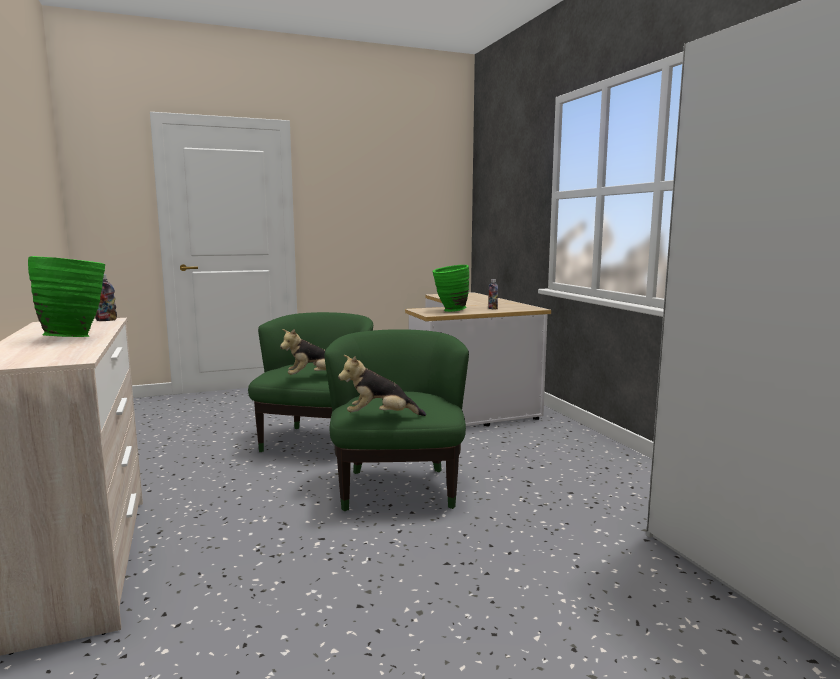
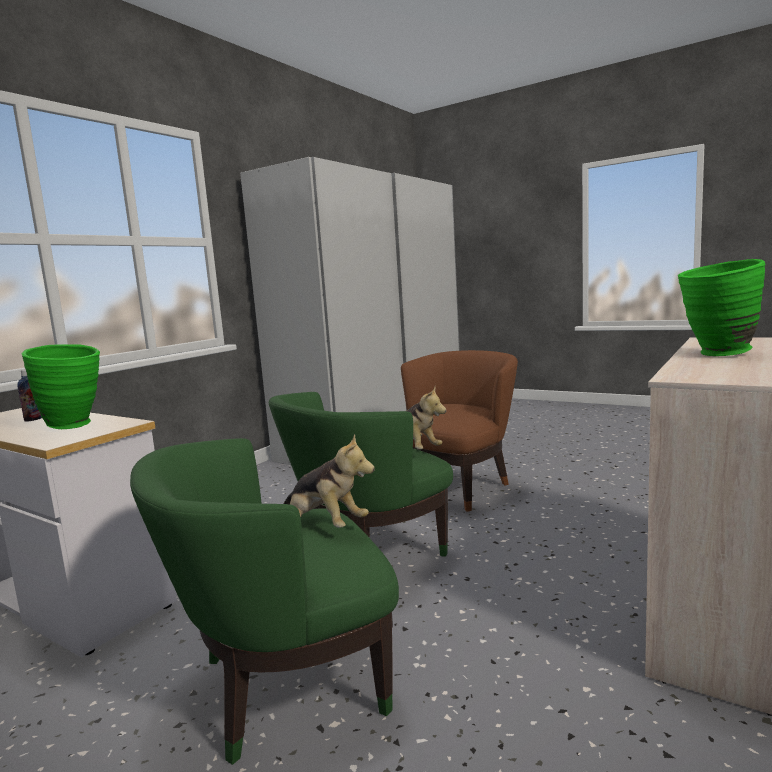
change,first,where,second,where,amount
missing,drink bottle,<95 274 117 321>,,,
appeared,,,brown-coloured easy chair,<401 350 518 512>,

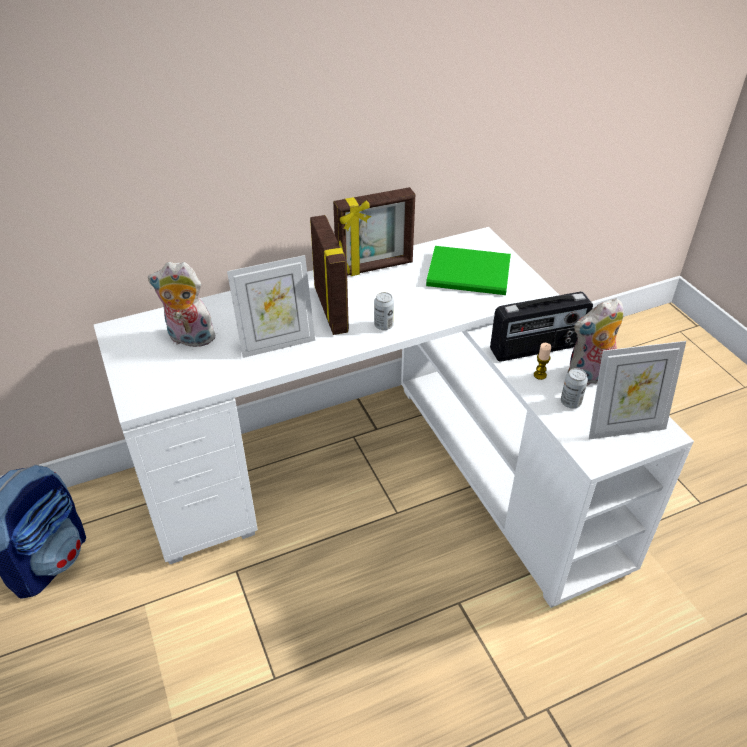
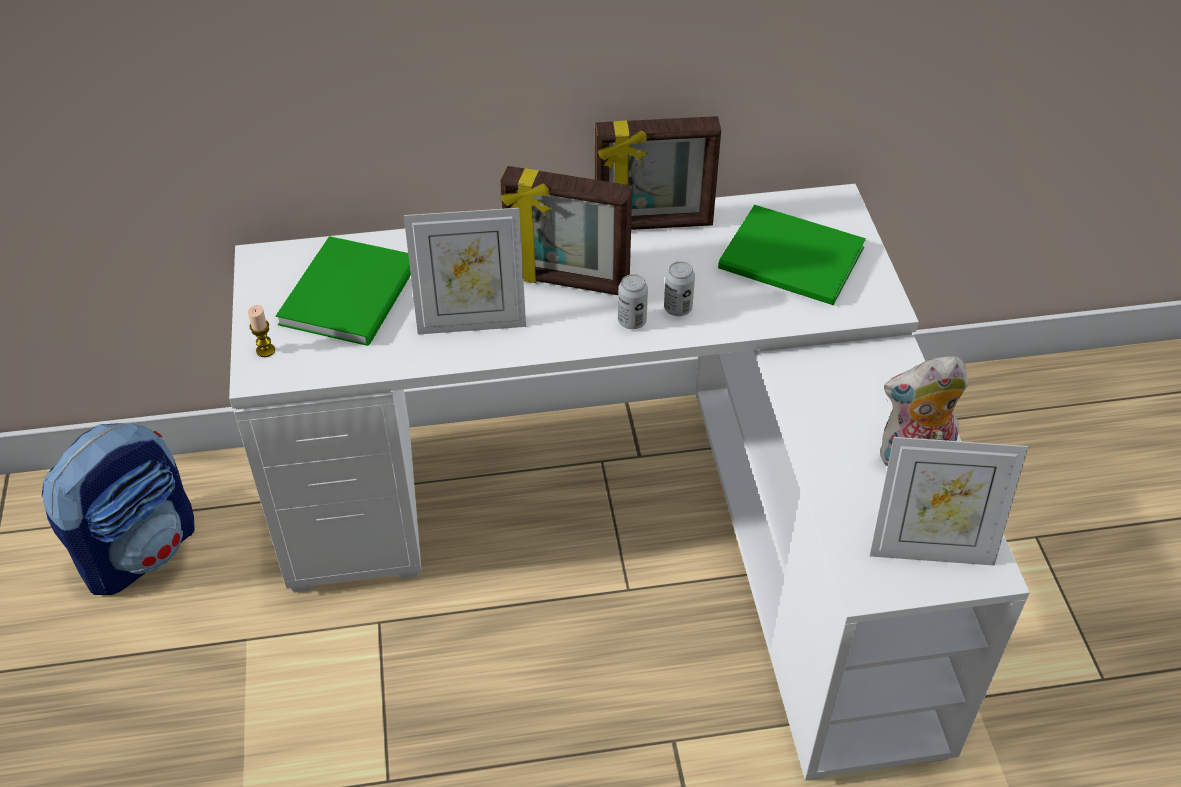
change,first,where,second,where,amount
spun,picture frame,<310 215 350 335>,,<500 166 632 295>,105 degrees clockwise
exchanged,cuddly toy,<148 262 215 347>,greenish bound book,<276 236 411 346>,
missing,radio receiver,<490 292 593 361>,,,
relocated,candle,<534 343 551 380>,,<248 305 275 357>,
relocated,sealed can,<561 368 588 408>,,<664 261 695 316>,

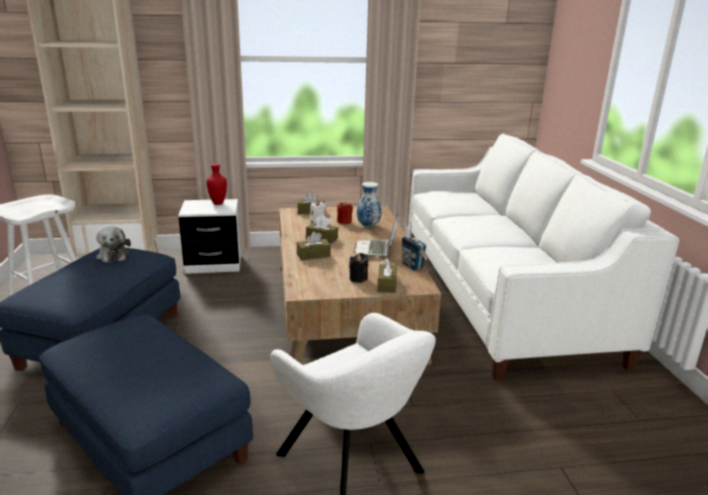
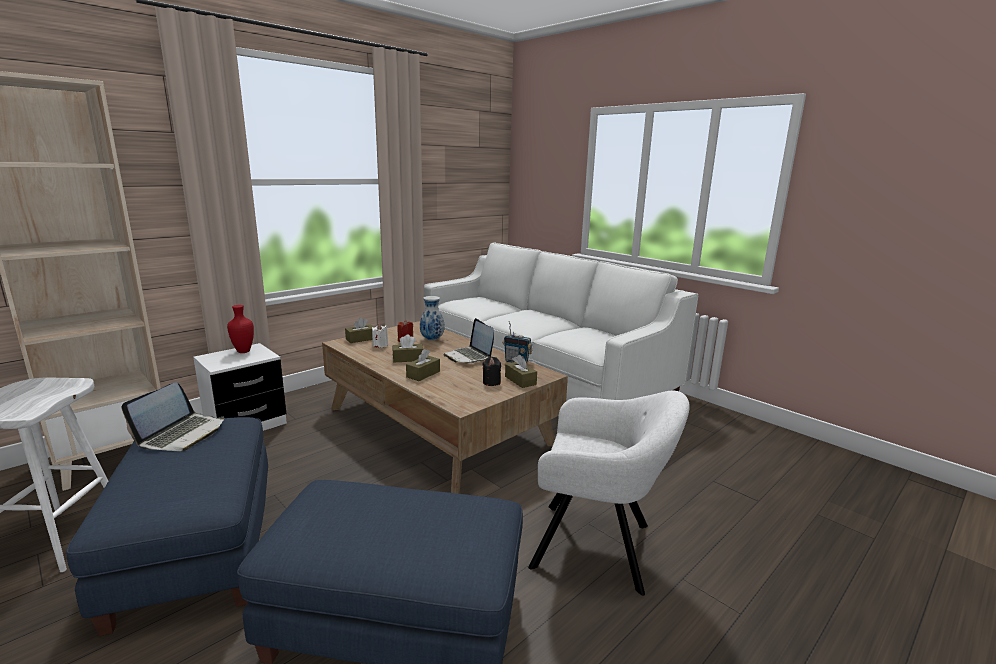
change,first,where,second,where,amount
exchanged,cuddly toy,<96 227 131 263>,laptop,<121 382 224 451>,

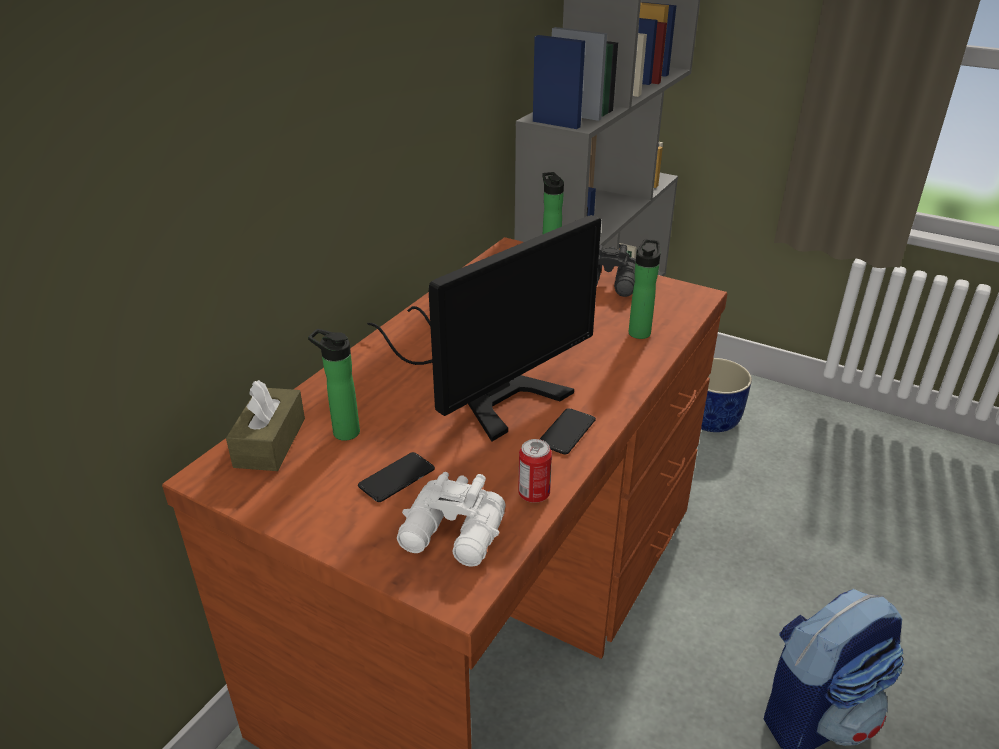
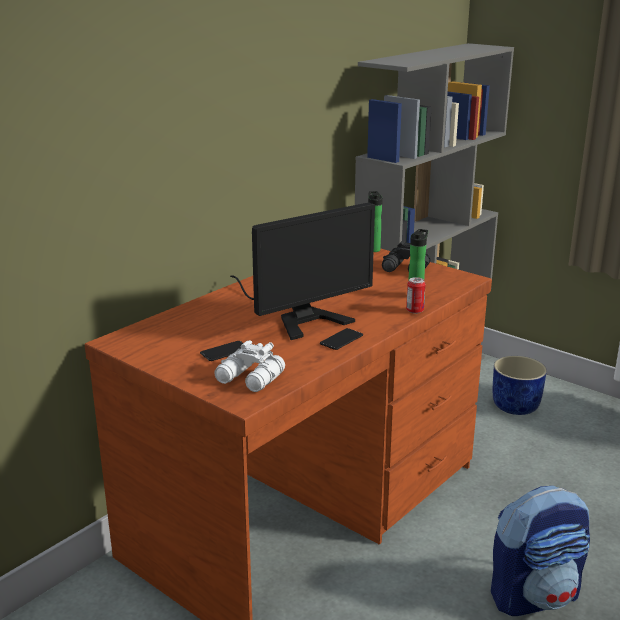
change,first,where,second,where,amount
missing,drink bottle,<308 329 360 441>,,,
missing,brown-coloured box of tissues,<226 380 305 471>,,,
relocated,sealed can,<518 439 552 503>,,<406 277 426 314>,

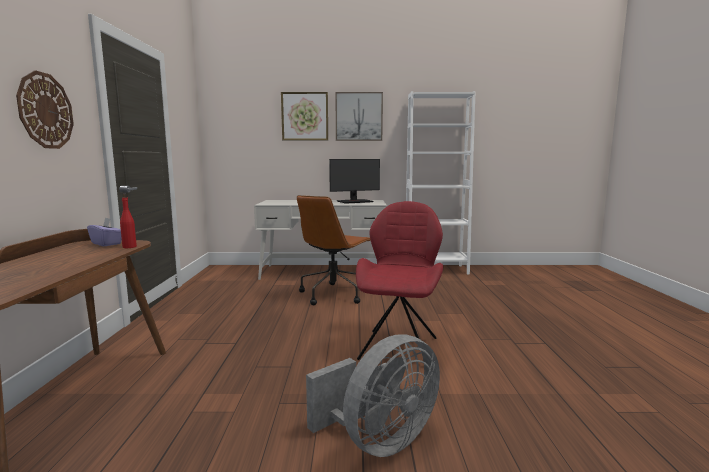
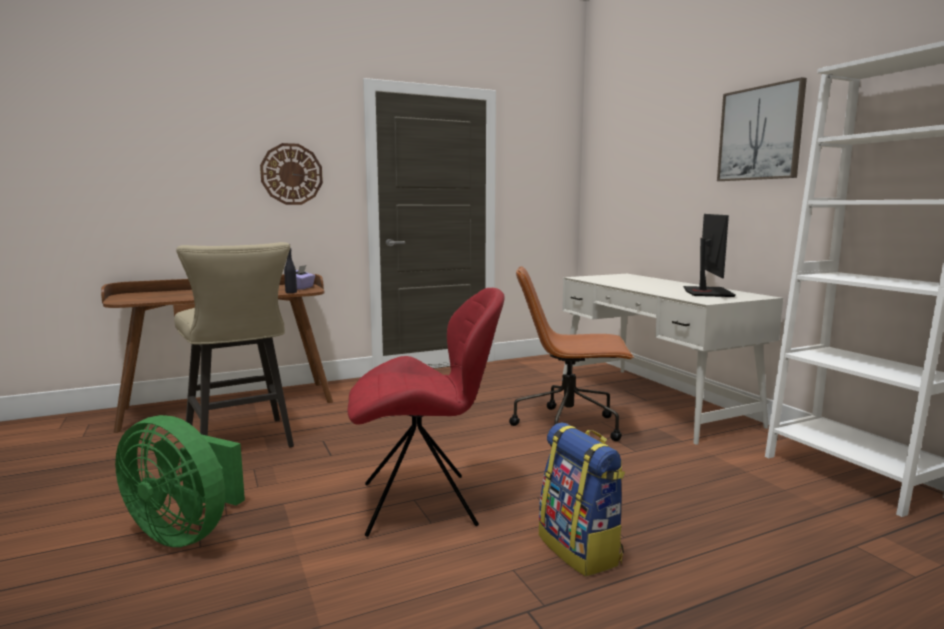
change,first,where,second,where,amount
missing,picture,<281 92 328 140>,,,
spun,computer display,<329 159 380 204>,,<683 214 736 297>,120 degrees counterclockwise
colour,reddish drink bottle,<120 193 137 248>,blackish drink bottle,<284 248 297 293>,
colour,gray cooling fan,<306 334 440 457>,greenish cooling fan,<115 415 245 547>,
appeared,,,sand-coloured sitting stool,<174 242 294 447>,
appeared,,,rucksack,<539 422 625 577>,

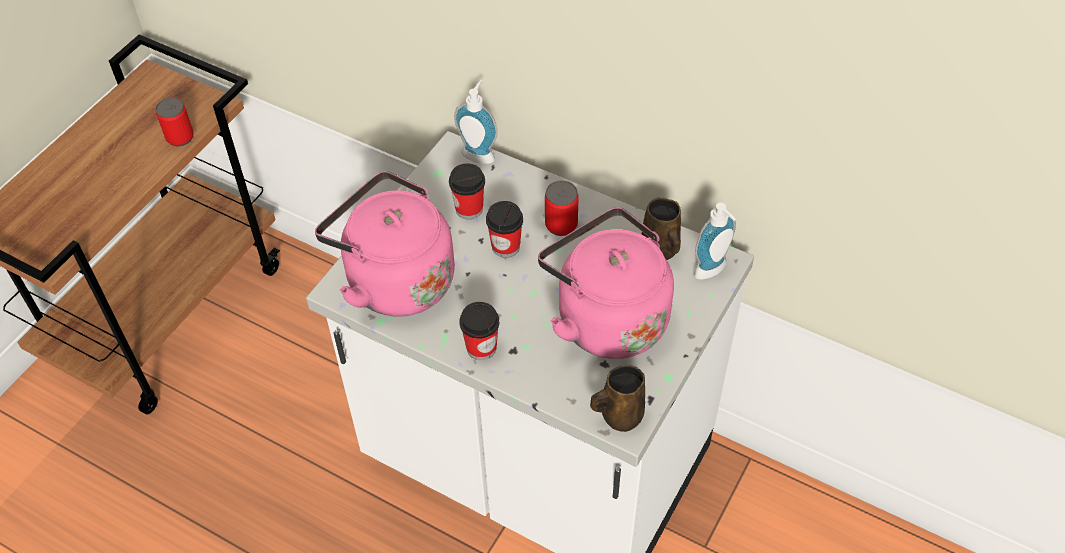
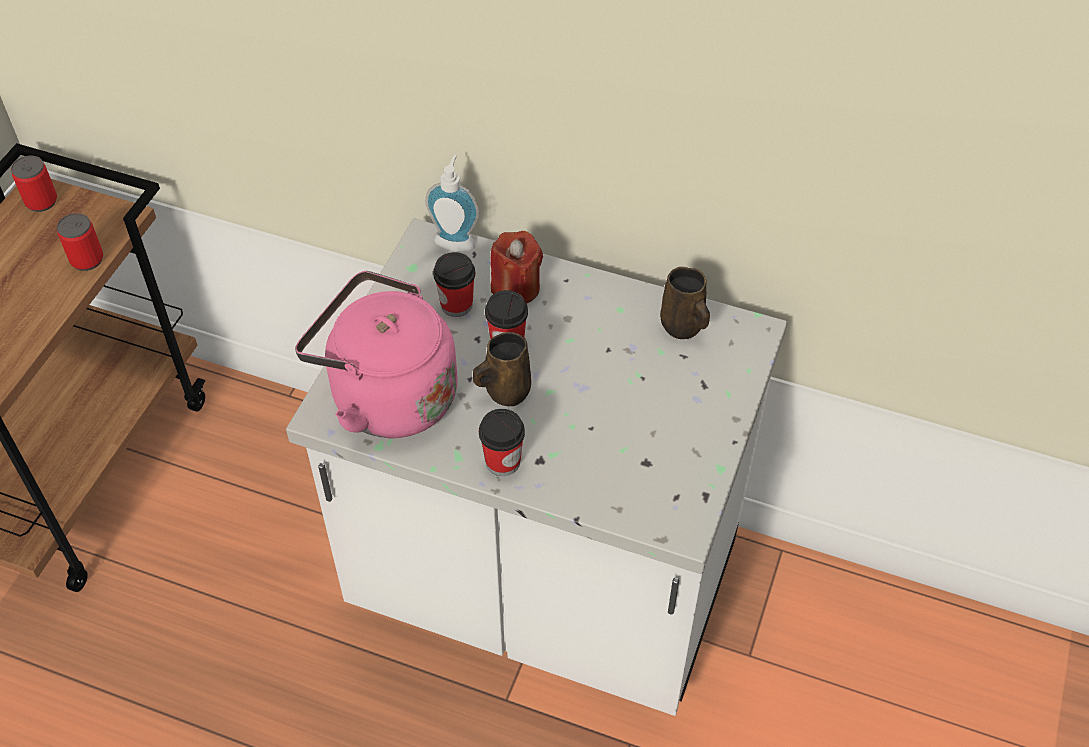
change,first,where,second,where,amount
relocated,sealed can,<545 181 579 236>,,<11 156 57 212>,
missing,soap bottle,<694 203 736 280>,,,
missing,pinkish water kettle,<538 207 674 359>,,,
relocated,brown-coloured tea mug,<590 365 645 432>,,<473 332 531 406>,
appeared,,,reddish candle,<490 231 543 304>,

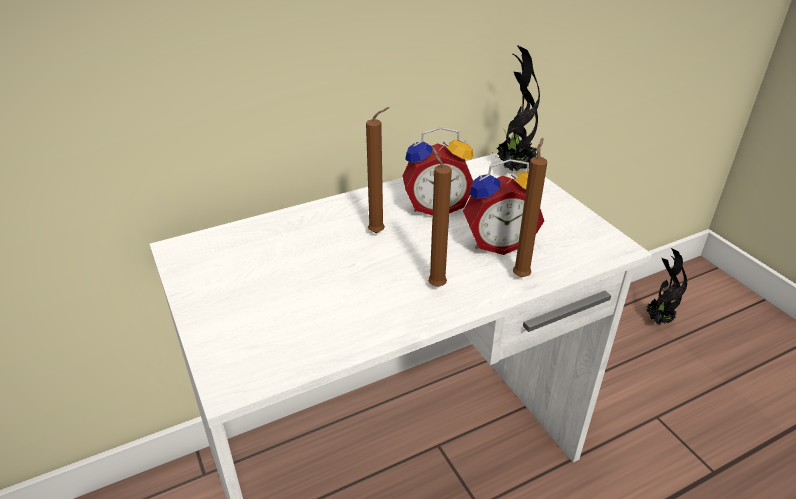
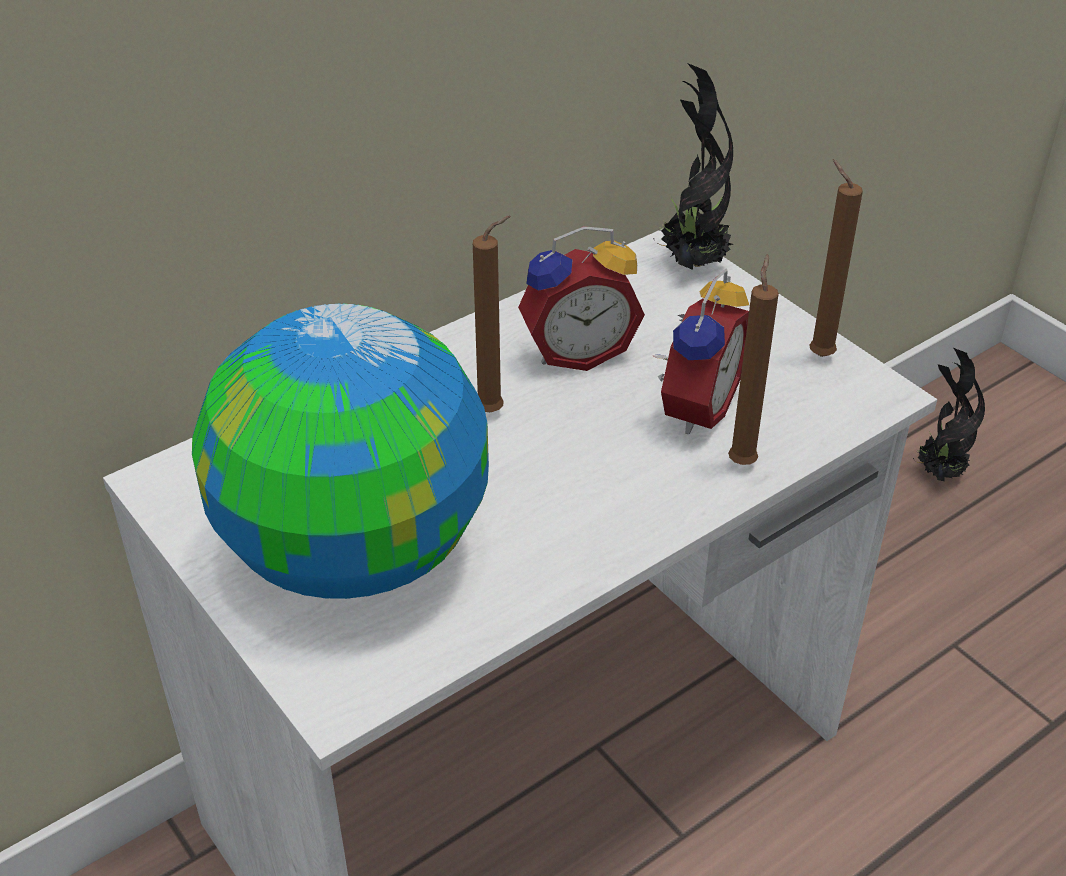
change,first,where,second,where,amount
relocated,brown-coloured candle,<428 147 452 287>,,<810 159 863 357>,
spun,bedside clock,<463 159 544 255>,,<652 268 749 434>,45 degrees counterclockwise
appeared,,,desk globe,<192 303 489 599>,

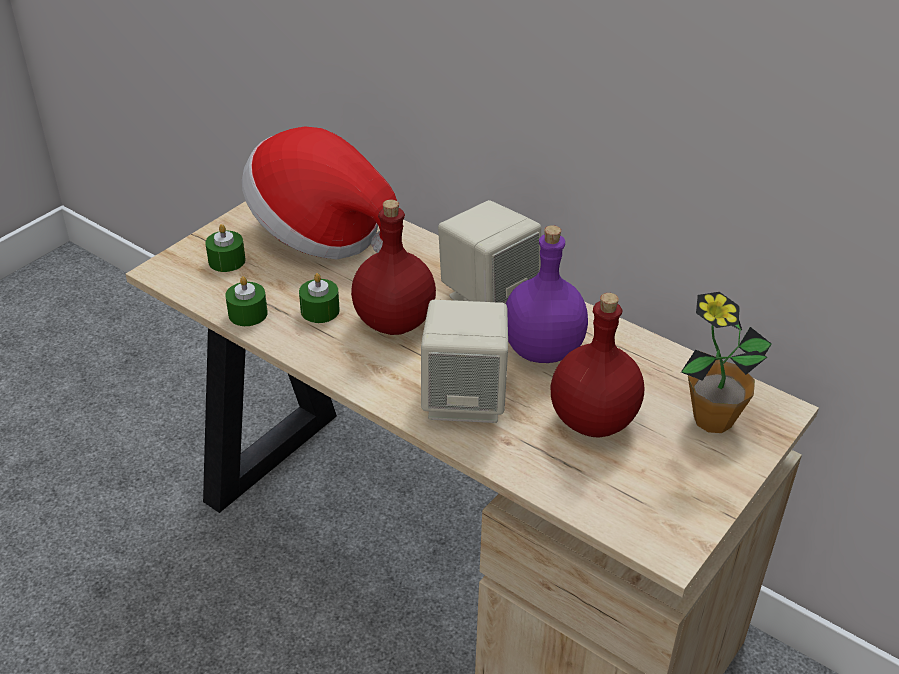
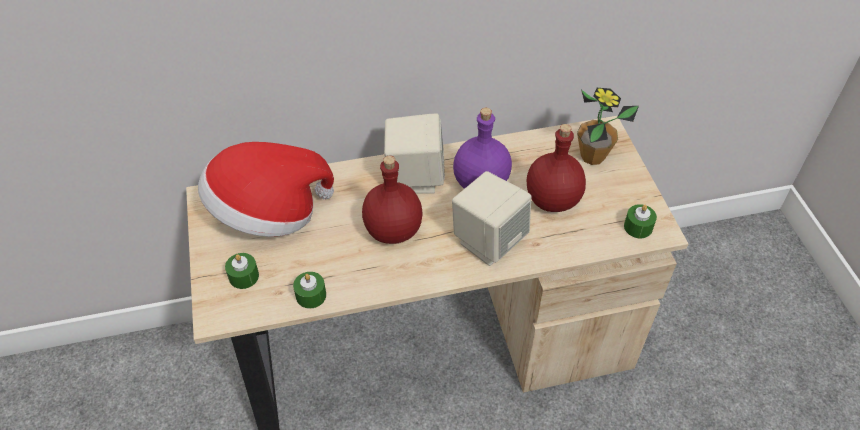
change,first,where,second,where,amount
relocated,greenish candle,<299 273 340 323>,,<624 204 657 238>,

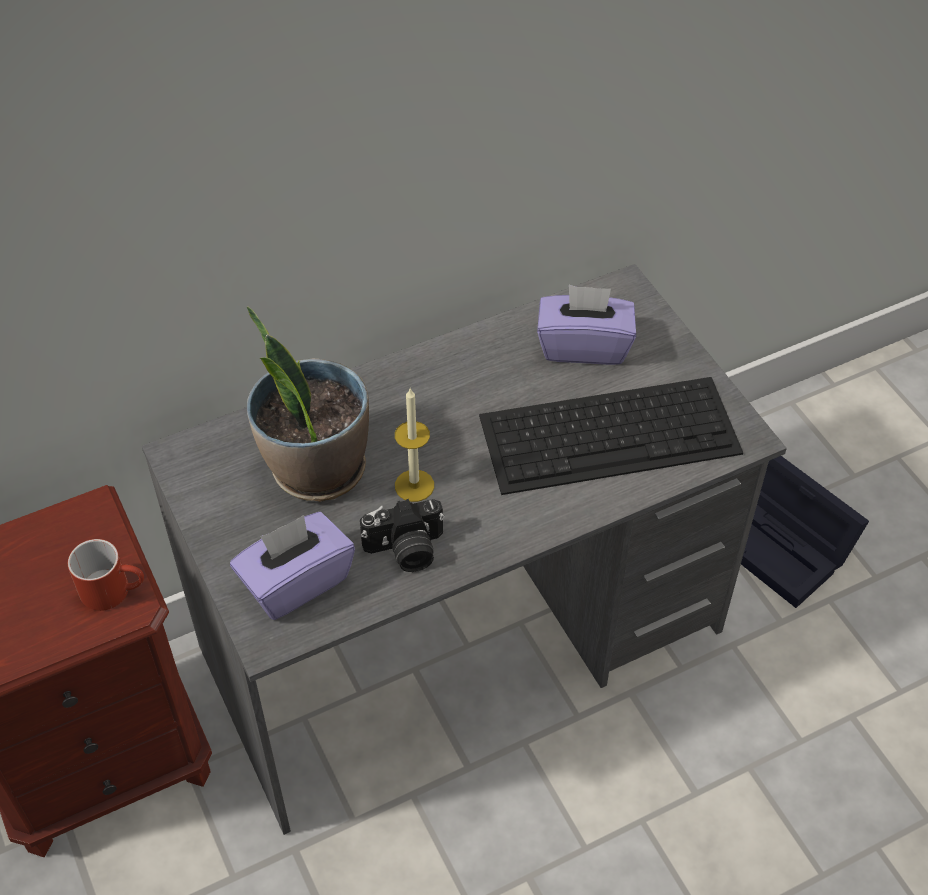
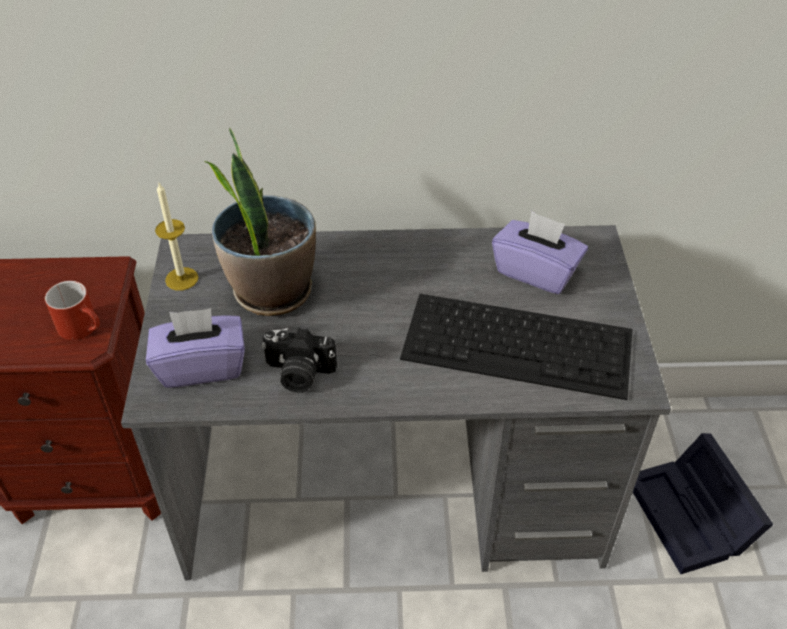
change,first,where,second,where,amount
relocated,candle,<395 389 434 502>,,<155 183 198 290>,

